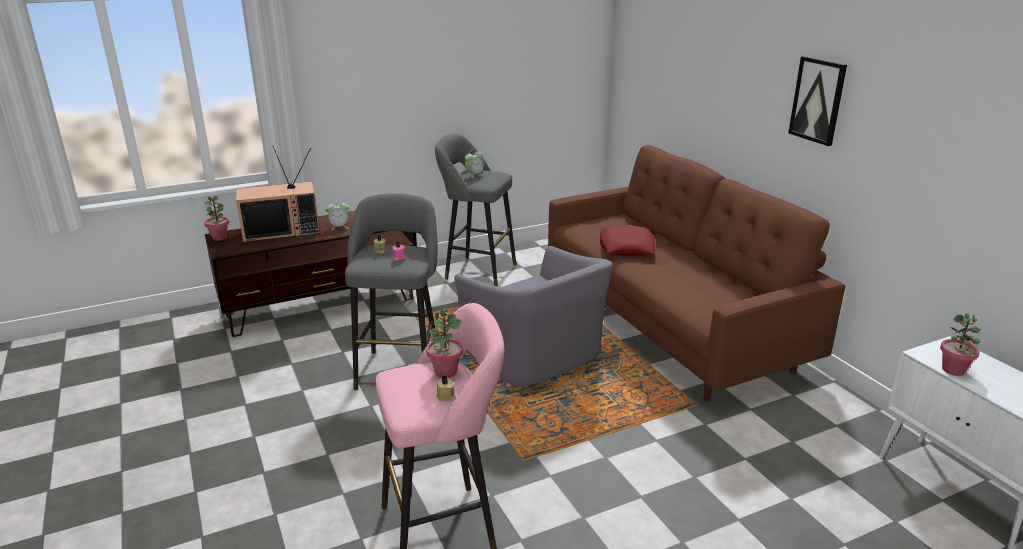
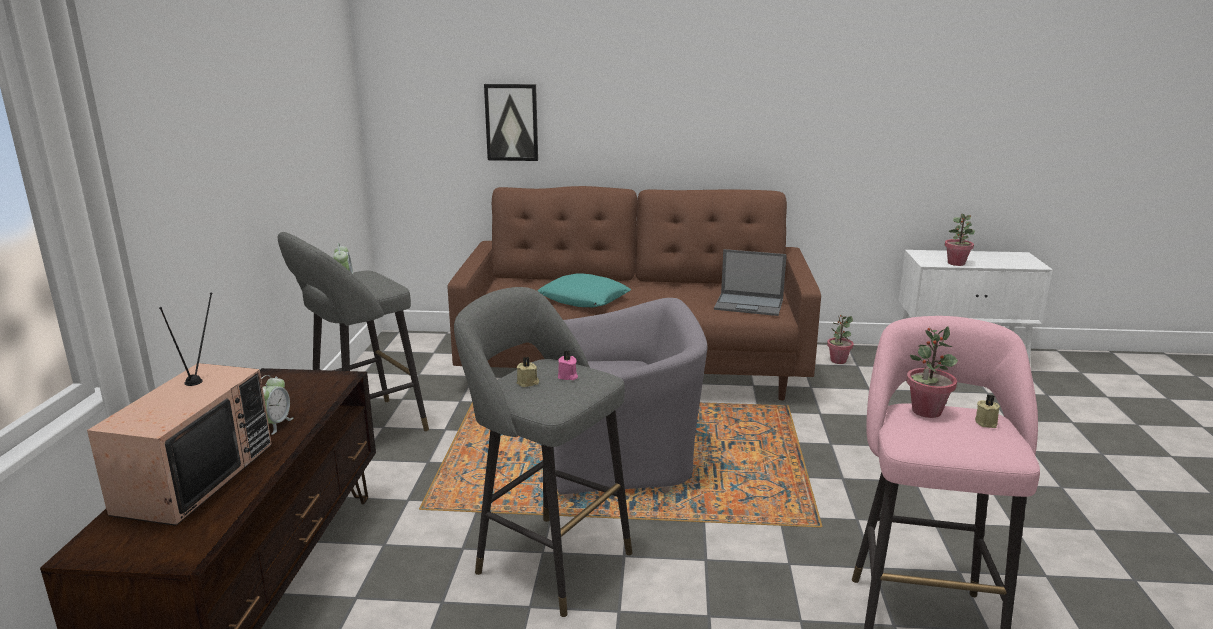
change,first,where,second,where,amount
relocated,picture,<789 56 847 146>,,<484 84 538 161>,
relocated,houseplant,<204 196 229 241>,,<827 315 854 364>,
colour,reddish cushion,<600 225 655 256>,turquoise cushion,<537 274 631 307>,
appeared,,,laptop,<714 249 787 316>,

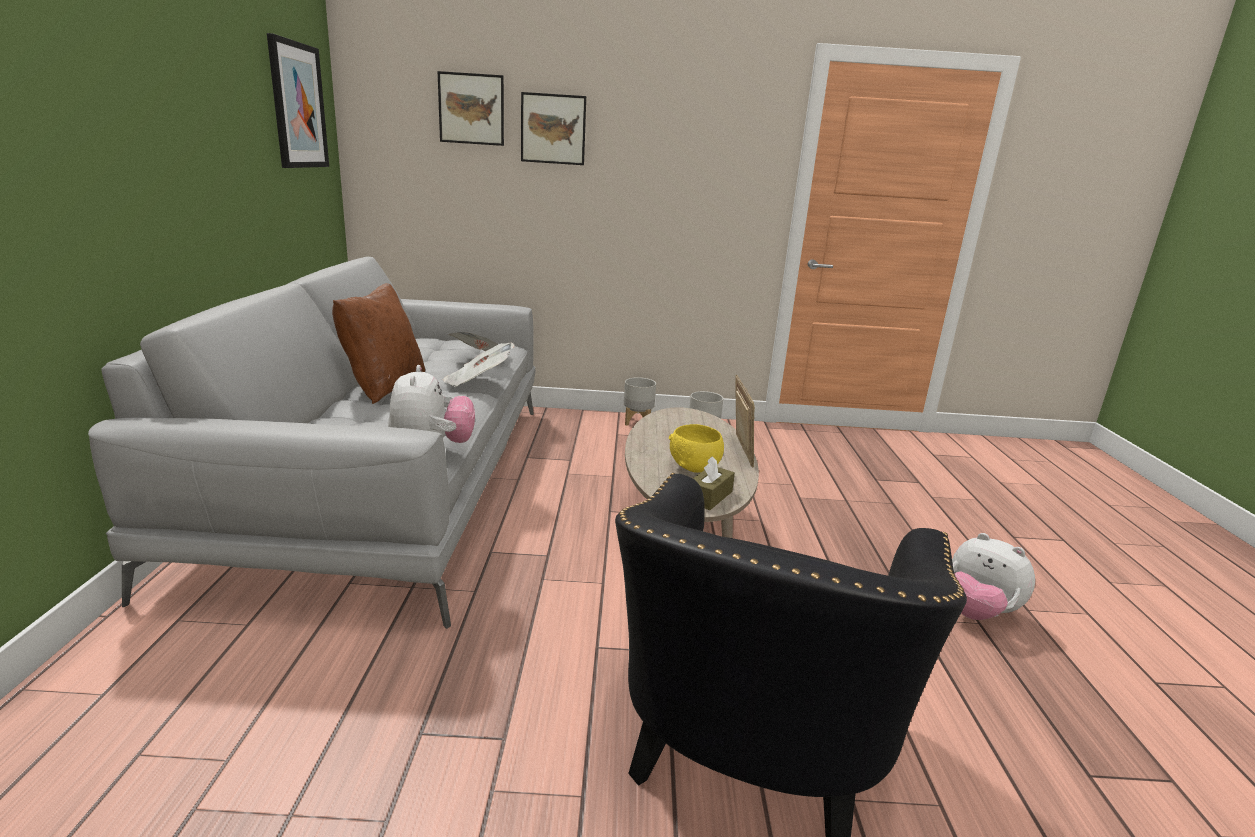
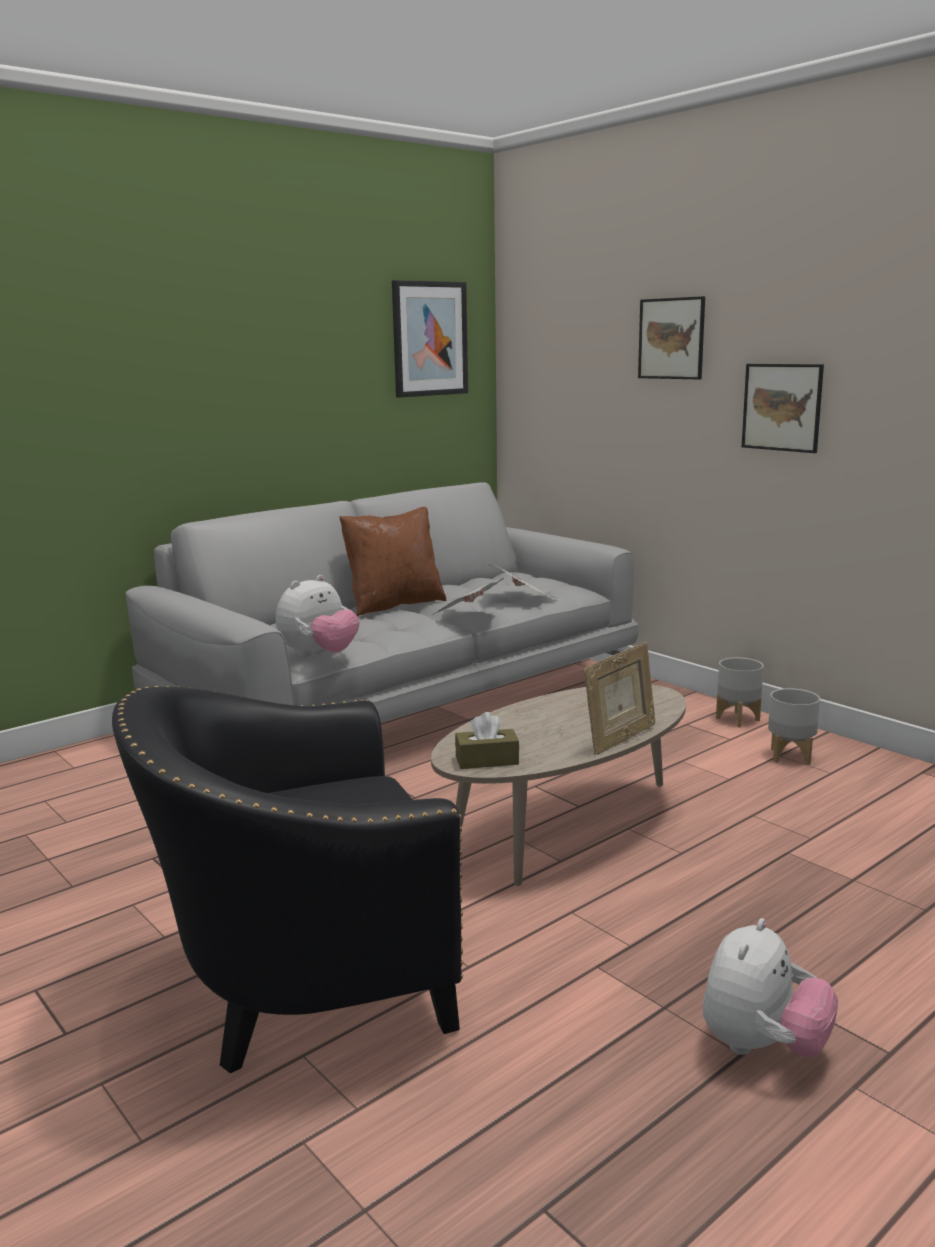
change,first,where,second,where,amount
relocated,picture,<438 71 504 146>,,<742 364 824 453>,
missing,yellow serving bowl,<669 424 724 473>,,,
spun,cuddly toy,<952 533 1035 620>,,<703 918 838 1057>,150 degrees counterclockwise

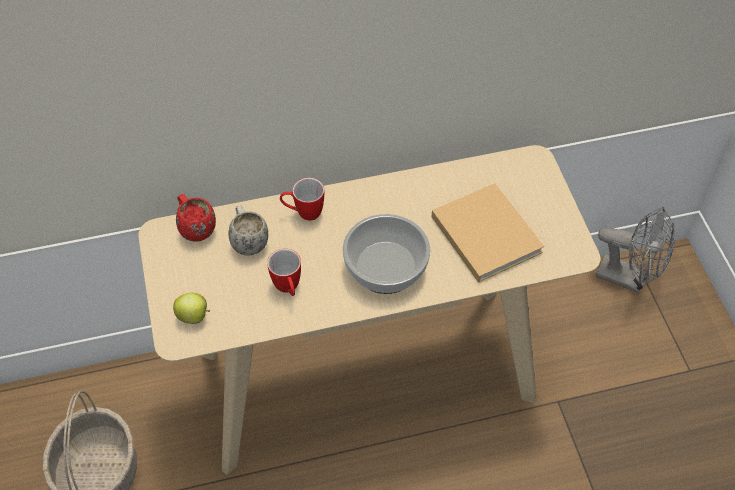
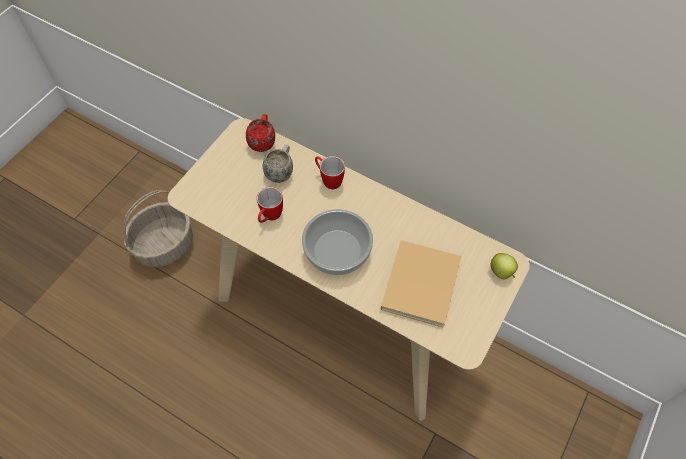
change,first,where,second,where,amount
missing,gray cooling fan,<596 206 675 293>,,,
relocated,whole apple,<173 293 210 324>,,<490 253 518 279>,

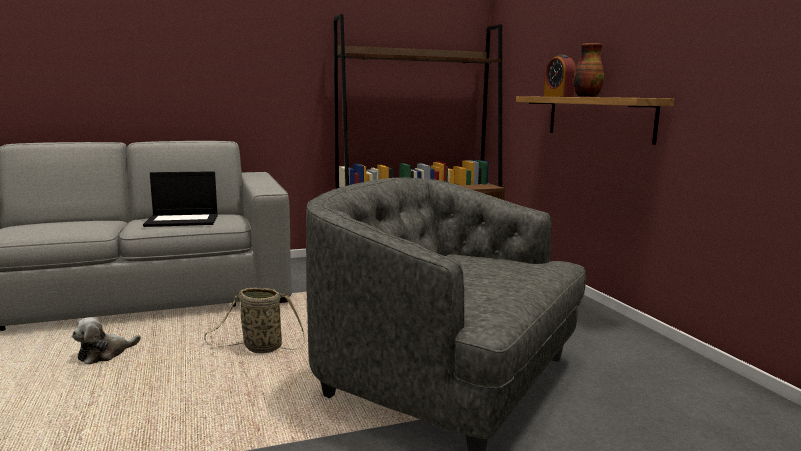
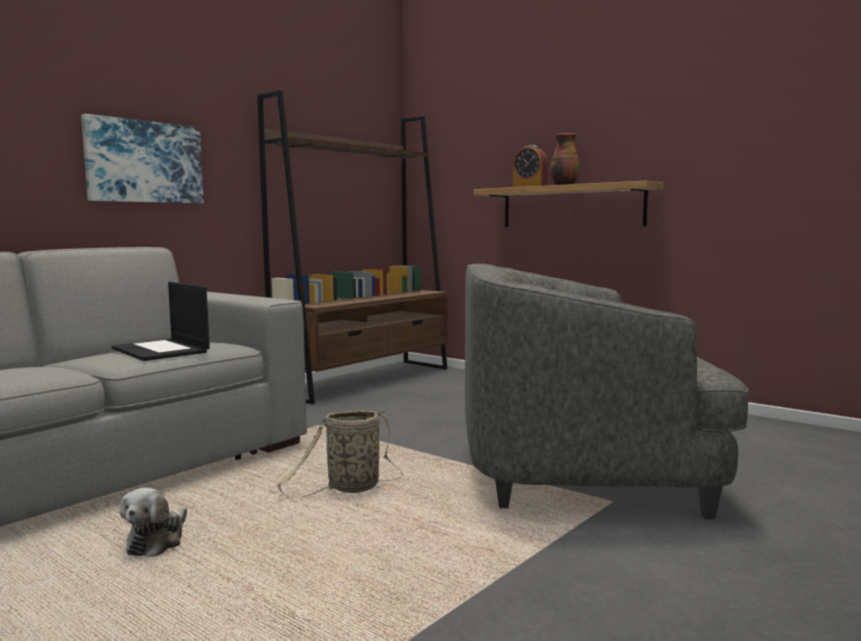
change,first,where,second,where,amount
spun,laptop,<143 171 218 227>,,<112 282 210 361>,90 degrees clockwise
appeared,,,picture,<81 114 204 203>,

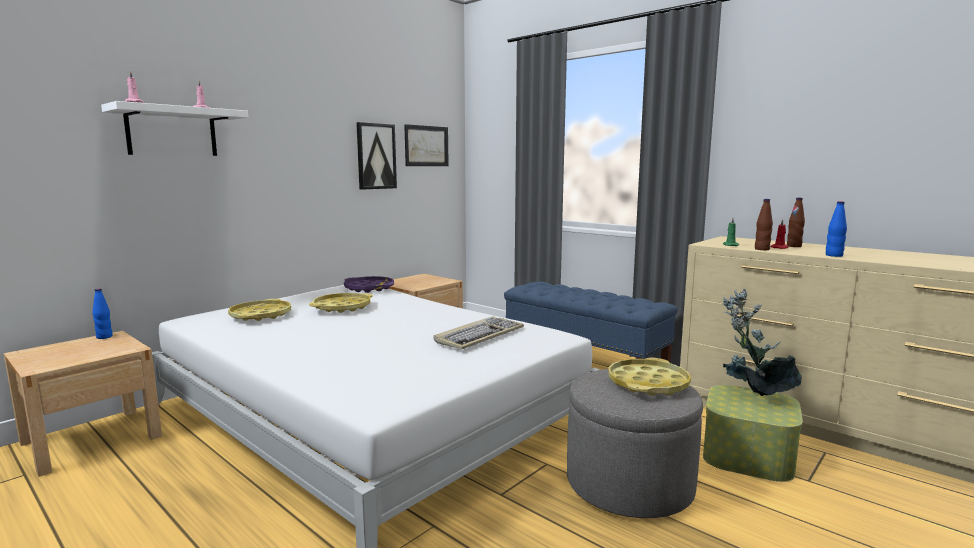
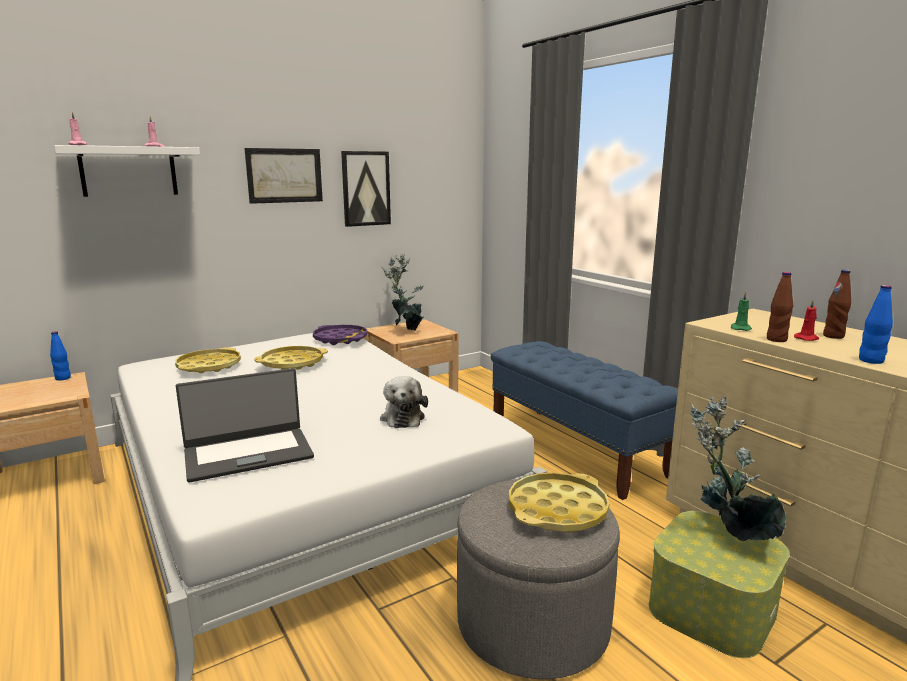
change,first,where,second,where,amount
relocated,picture,<404 124 449 166>,,<244 148 323 204>,
exchanged,keyboard,<433 316 524 350>,cuddly toy,<380 376 428 428>,
appeared,,,houseplant,<382 254 424 331>,
appeared,,,laptop,<176 368 314 482>,

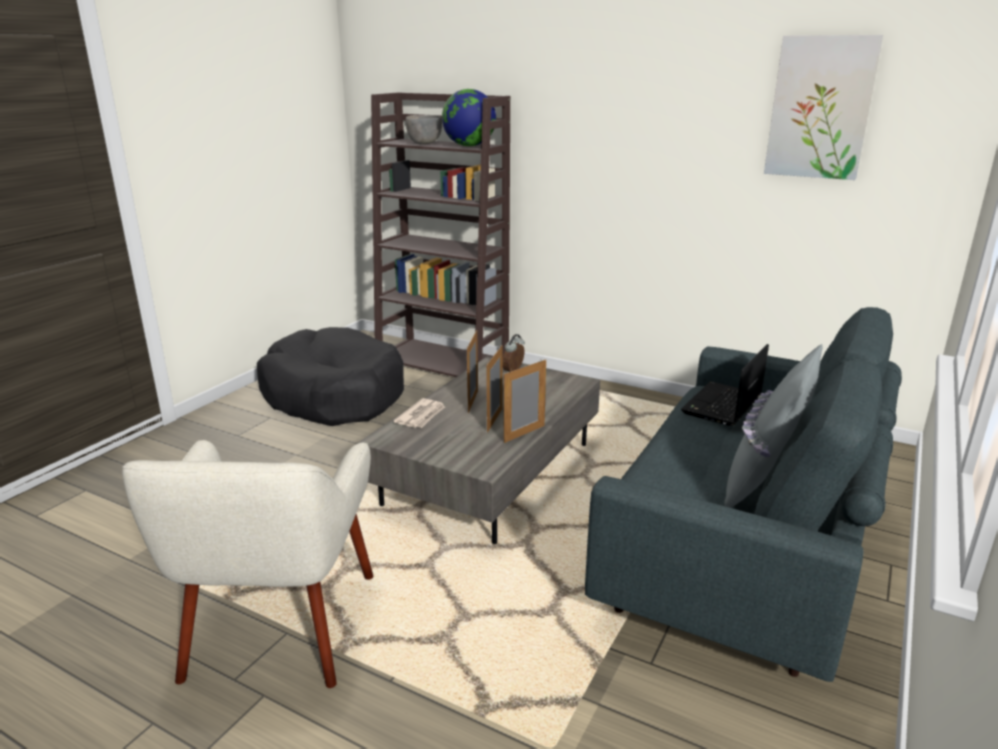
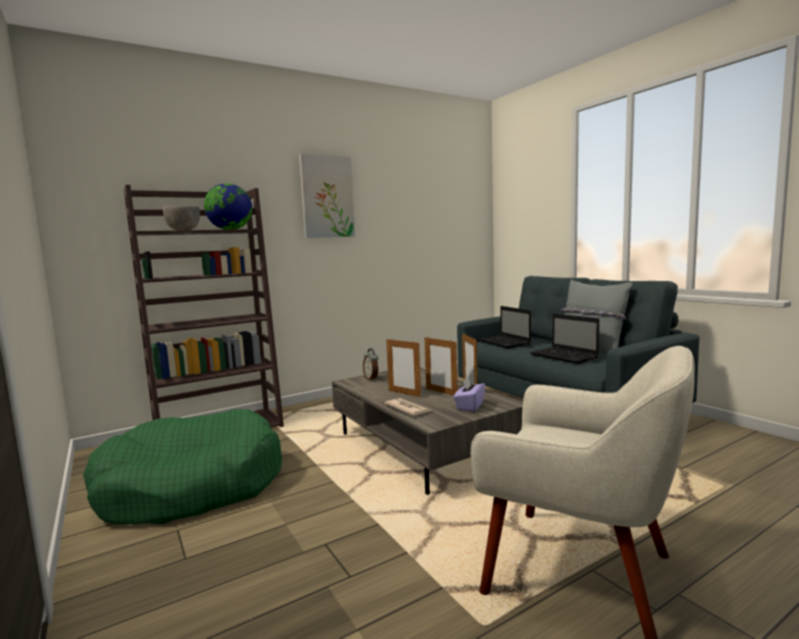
change,first,where,second,where,amount
relocated,picture,<764 35 883 180>,,<299 154 355 238>,
colour,blackish dog cushion,<257 327 404 426>,greenish dog cushion,<83 409 282 525>,
appeared,,,laptop,<530 313 599 364>,
appeared,,,purple box of tissues,<453 377 485 412>,

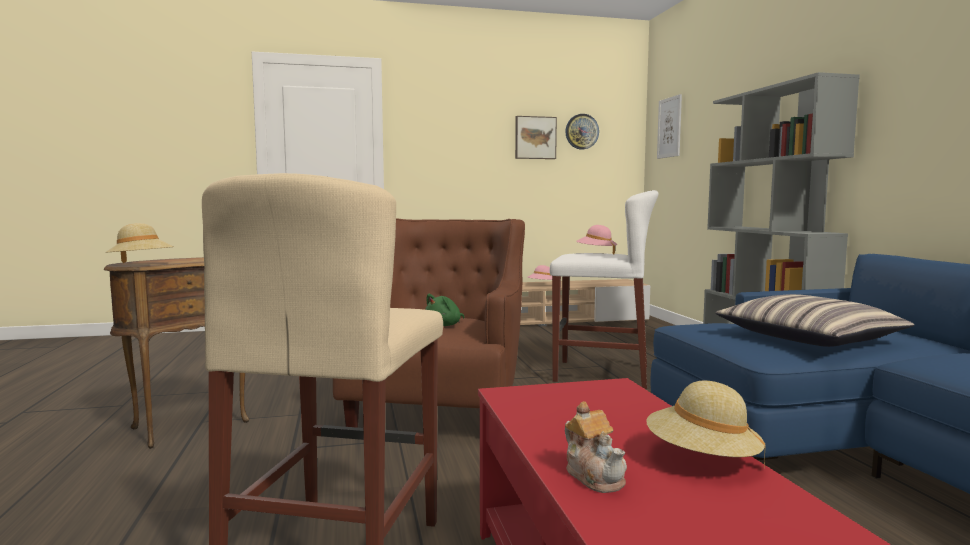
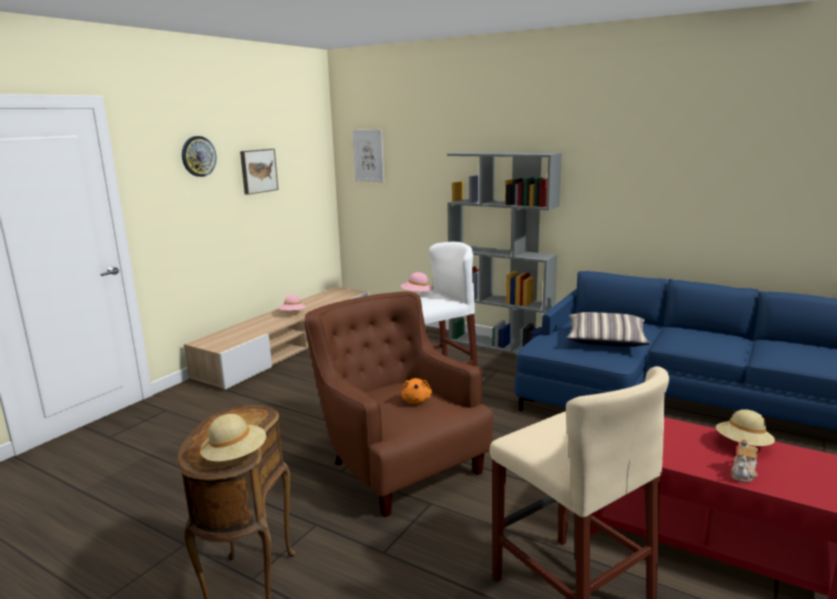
change,first,where,second,where,amount
relocated,clock on the wall,<565 114 599 149>,,<182 136 217 177>,
colour,greenish cuddly toy,<425 294 465 326>,orangey cuddly toy,<401 378 432 404>,
spun,pot for tea,<565 401 627 493>,,<731 439 758 483>,105 degrees clockwise

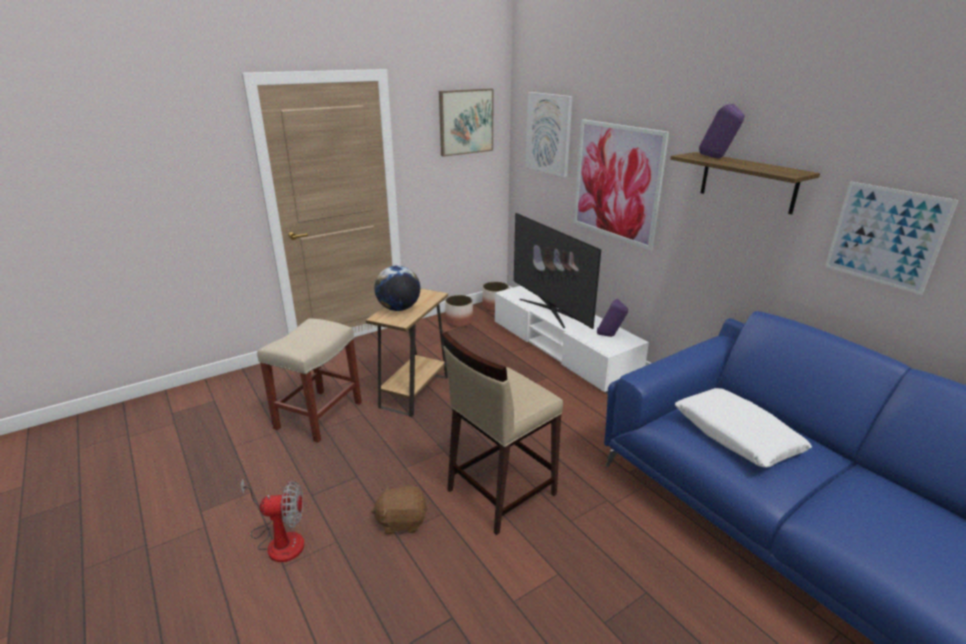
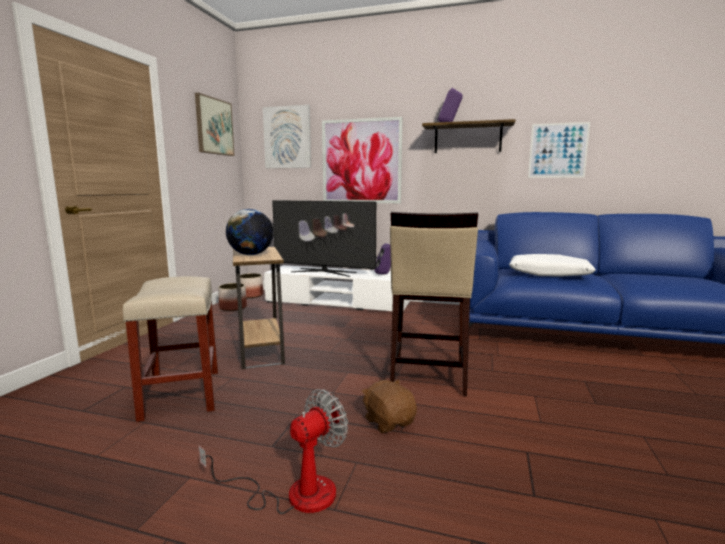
change,first,where,second,where,amount
spun,brown-coloured cuddly toy,<371 485 428 535>,,<361 380 417 433>,105 degrees clockwise

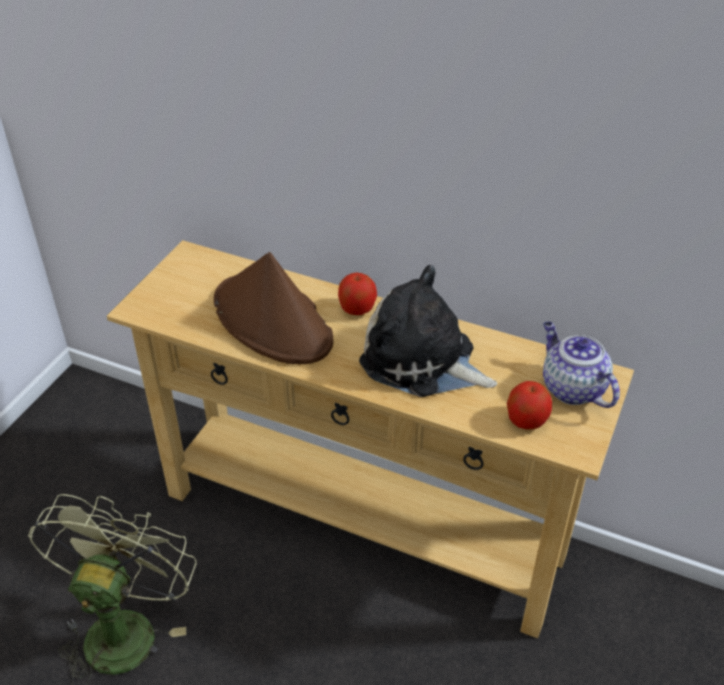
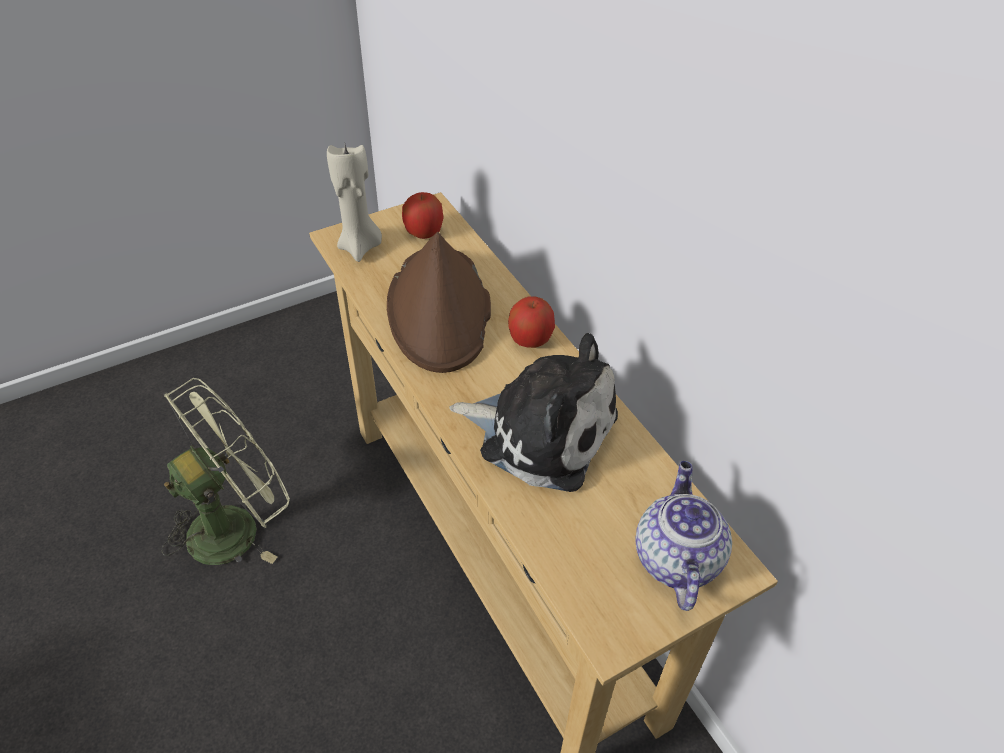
change,first,where,second,where,amount
spun,cuddly toy,<359 265 497 397>,,<449 333 618 492>,135 degrees clockwise
relocated,whole apple,<507 381 552 430>,,<402 192 444 239>,
appeared,,,sand-coloured candle,<327 145 382 262>,

